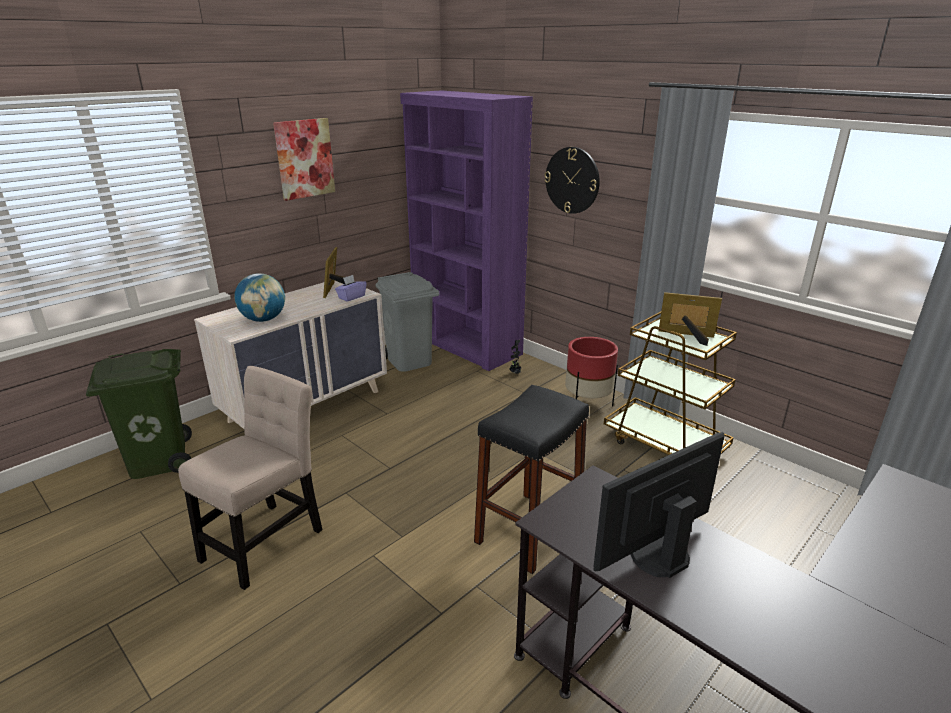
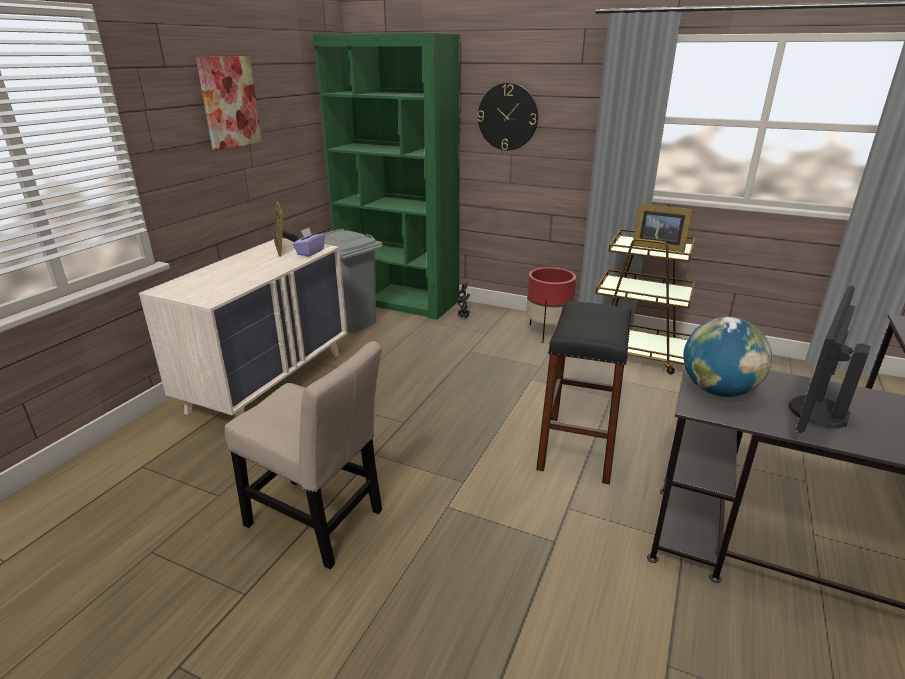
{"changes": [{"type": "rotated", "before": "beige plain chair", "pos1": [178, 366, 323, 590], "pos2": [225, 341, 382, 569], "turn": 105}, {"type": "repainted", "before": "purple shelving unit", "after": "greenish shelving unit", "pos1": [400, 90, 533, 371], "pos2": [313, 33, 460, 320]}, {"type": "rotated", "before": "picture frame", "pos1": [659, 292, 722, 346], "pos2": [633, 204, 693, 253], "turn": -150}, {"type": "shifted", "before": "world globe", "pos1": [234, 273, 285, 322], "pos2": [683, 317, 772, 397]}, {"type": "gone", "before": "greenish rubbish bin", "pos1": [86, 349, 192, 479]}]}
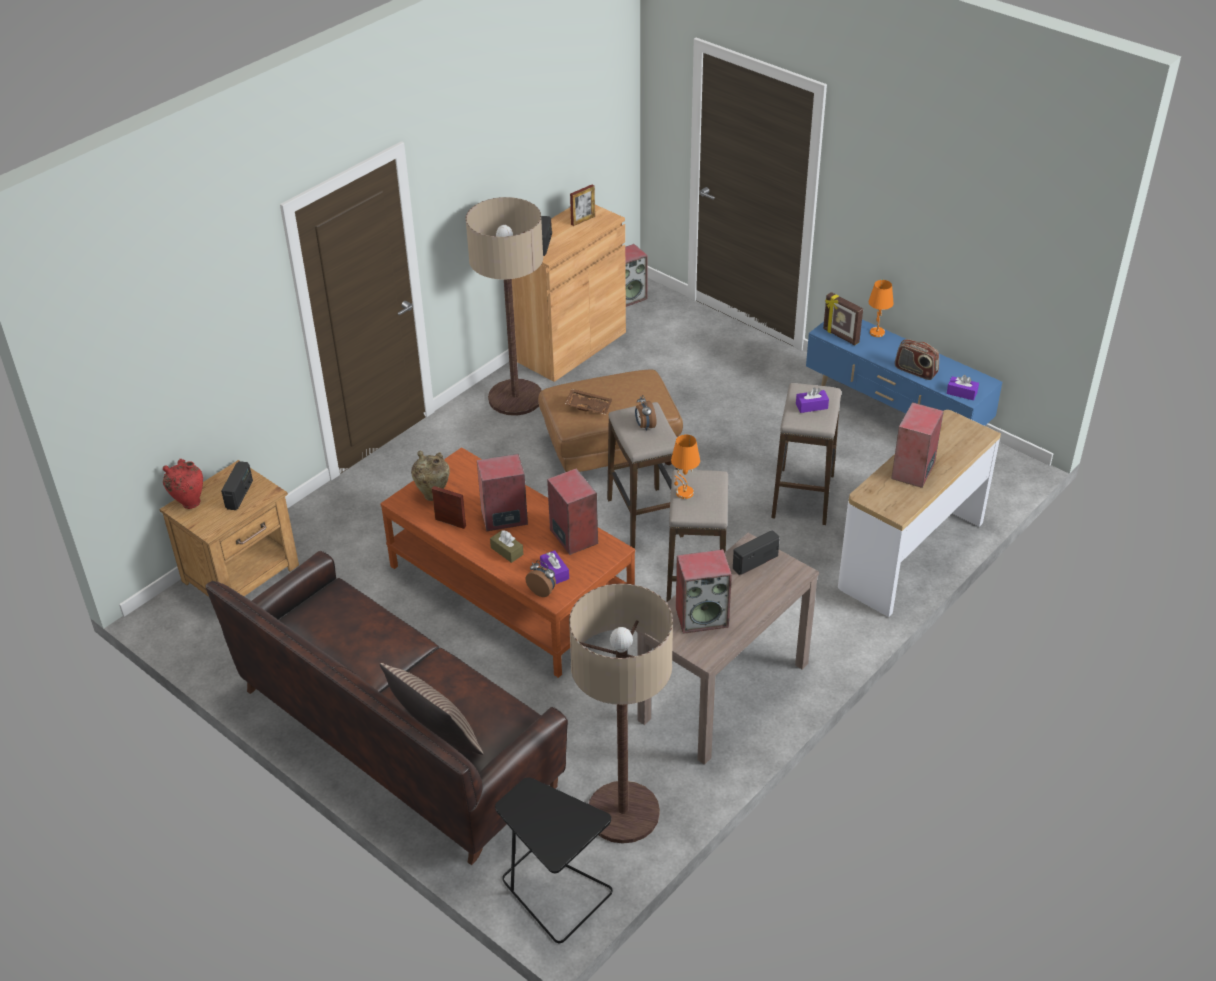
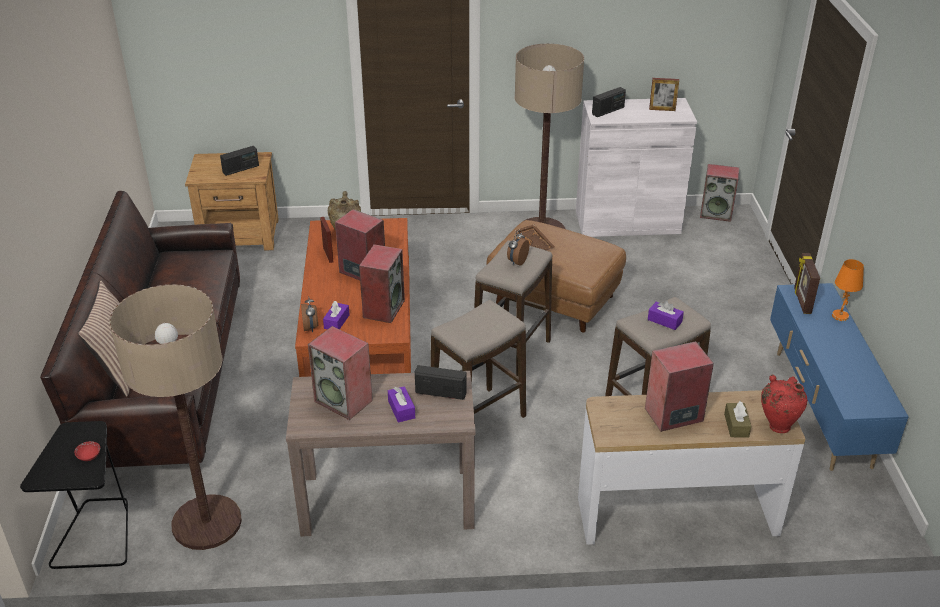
{"changes": [{"type": "new", "after": "reddish deep dish", "pos2": [75, 441, 100, 461]}, {"type": "shifted", "before": "purple tissue box", "pos1": [947, 375, 979, 401], "pos2": [388, 386, 415, 423]}, {"type": "repainted", "before": "brown storage cabinet", "after": "whitish storage cabinet", "pos1": [512, 205, 626, 382], "pos2": [576, 98, 697, 237]}, {"type": "shifted", "before": "brown tissue box", "pos1": [490, 530, 523, 563], "pos2": [724, 401, 751, 438]}, {"type": "shifted", "before": "reddish decorative vase", "pos1": [163, 459, 203, 509], "pos2": [761, 375, 808, 433]}, {"type": "gone", "before": "orange-coloured table lamp", "pos1": [671, 435, 700, 499]}, {"type": "gone", "before": "radio", "pos1": [895, 339, 939, 380]}]}
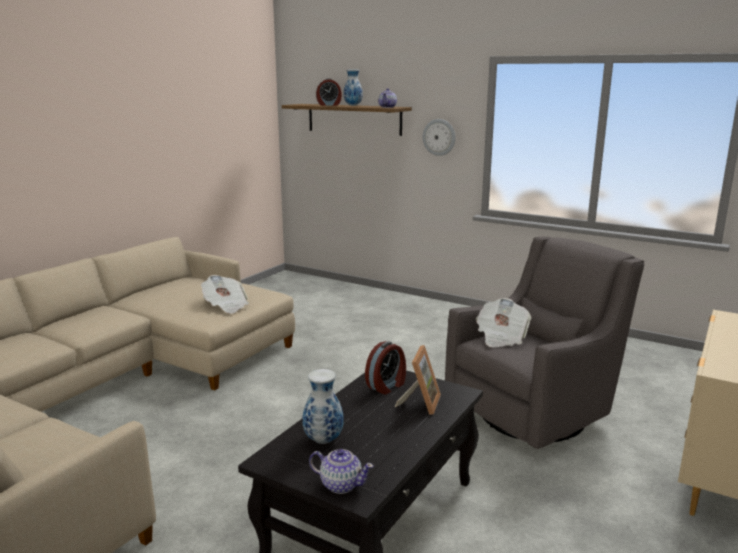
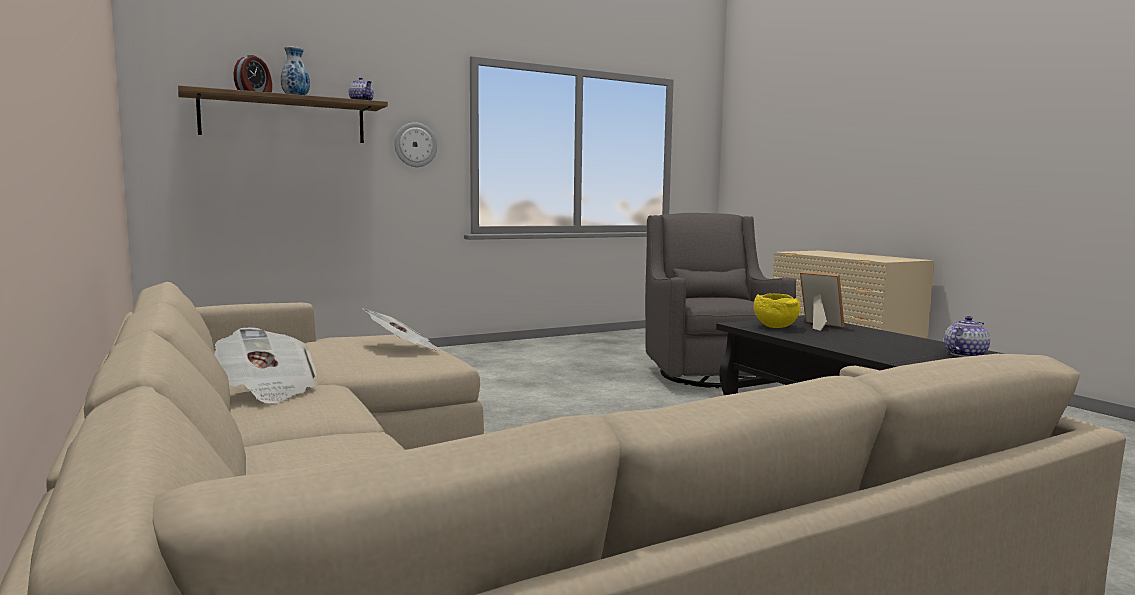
{"changes": [{"type": "shifted", "before": "printed paper", "pos1": [476, 298, 531, 348], "pos2": [214, 327, 318, 404]}, {"type": "swapped", "before": "bedside clock", "after": "yellowish deep dish", "pos1": [365, 341, 406, 395], "pos2": [754, 293, 800, 328]}, {"type": "gone", "before": "decorative vase", "pos1": [303, 369, 344, 444]}]}
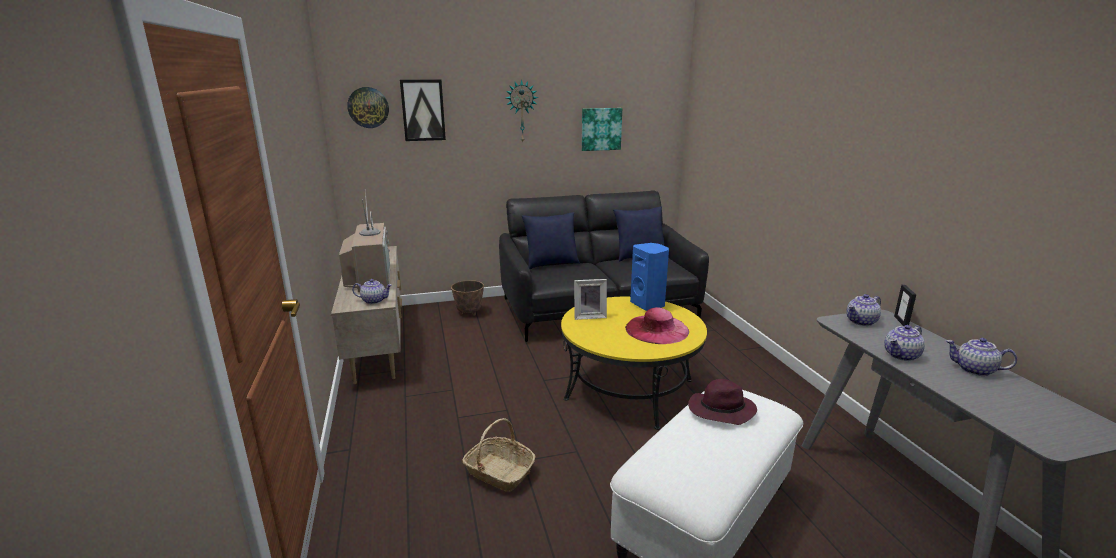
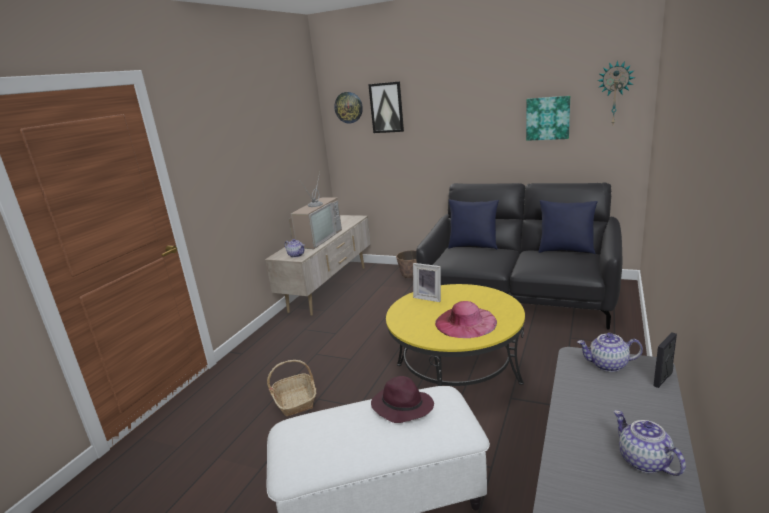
{"changes": [{"type": "shifted", "before": "wall clock", "pos1": [506, 80, 538, 142], "pos2": [598, 60, 635, 124]}, {"type": "gone", "before": "blue speaker", "pos1": [630, 243, 669, 311]}, {"type": "gone", "before": "tea pot", "pos1": [884, 325, 925, 361]}]}
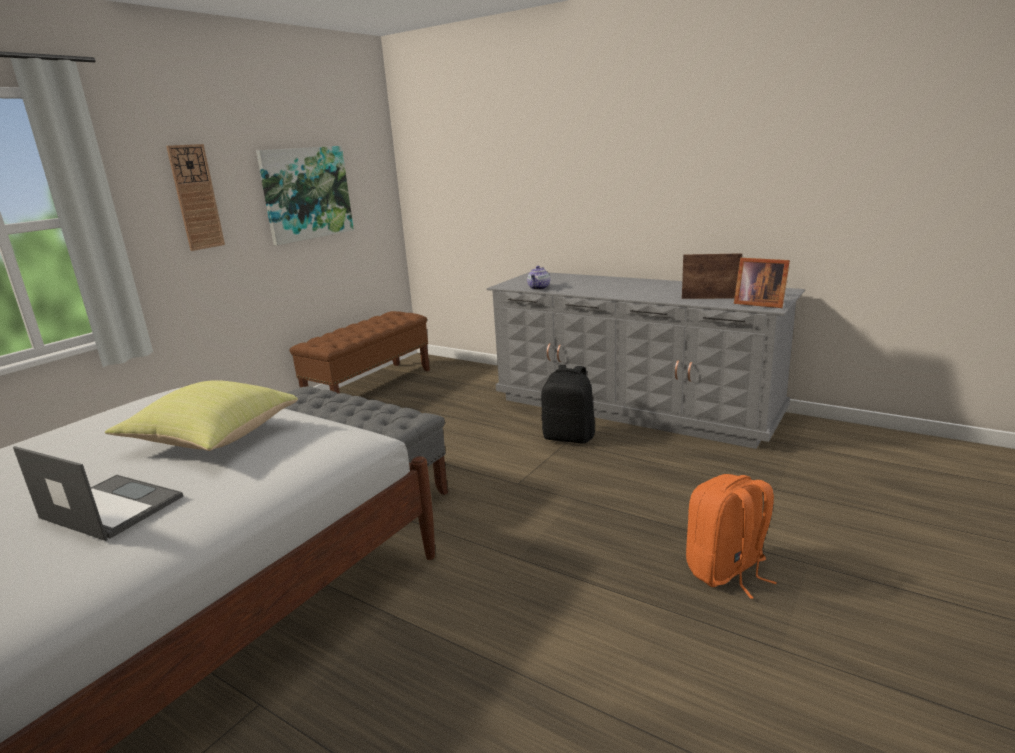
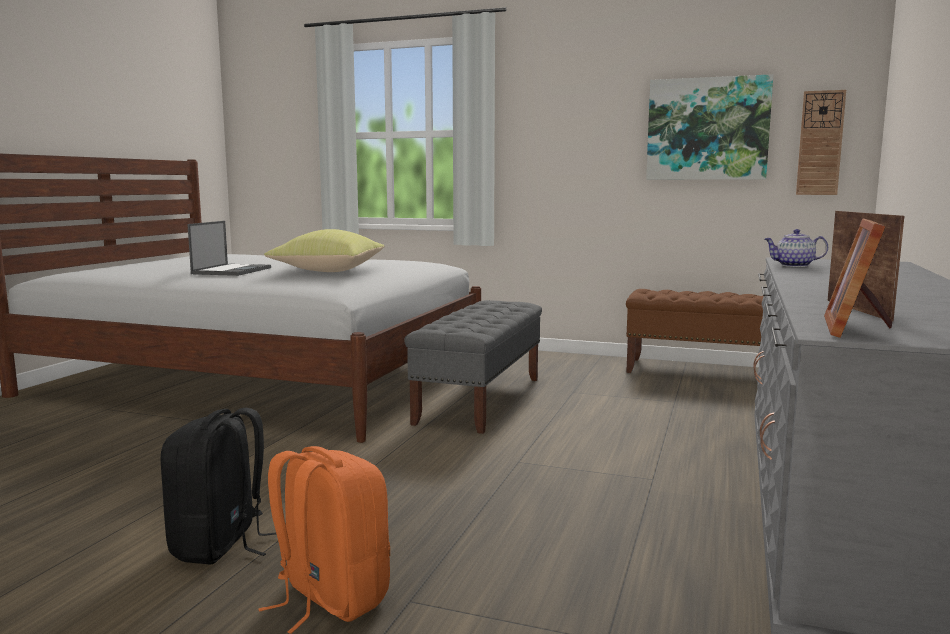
{"changes": [{"type": "shifted", "before": "blackish rucksack", "pos1": [541, 365, 595, 444], "pos2": [160, 408, 276, 565]}, {"type": "shifted", "before": "wall clock", "pos1": [166, 144, 225, 251], "pos2": [796, 90, 846, 195]}]}
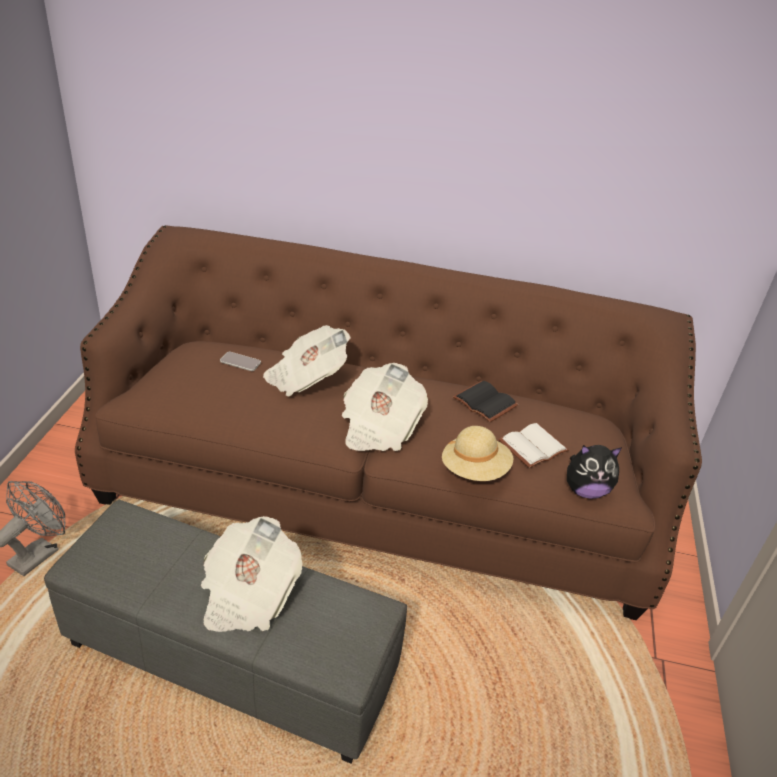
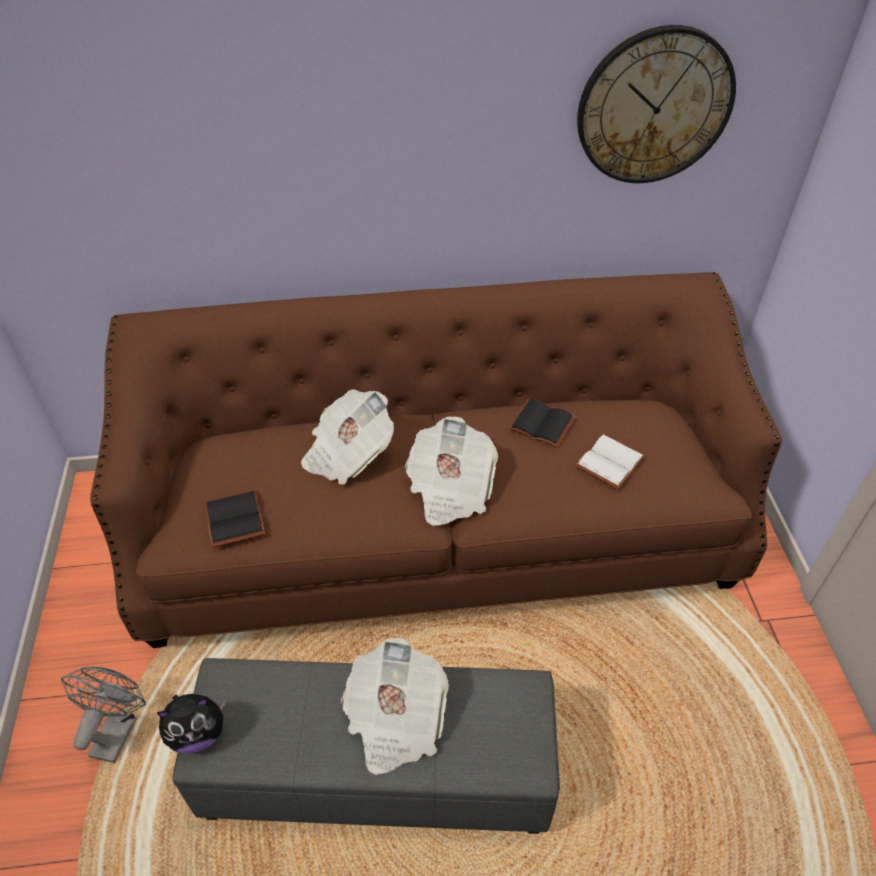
{"changes": [{"type": "shifted", "before": "plush toy", "pos1": [567, 445, 622, 499], "pos2": [157, 694, 226, 754]}, {"type": "new", "after": "blackish bound book", "pos2": [205, 490, 265, 547]}, {"type": "new", "after": "wall clock", "pos2": [577, 25, 736, 183]}, {"type": "gone", "before": "telephone", "pos1": [220, 352, 261, 371]}, {"type": "gone", "before": "beige wearable hat", "pos1": [442, 426, 513, 481]}]}
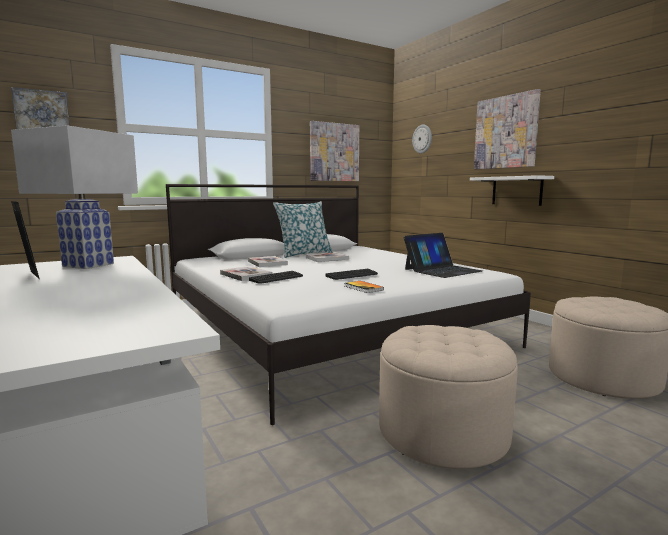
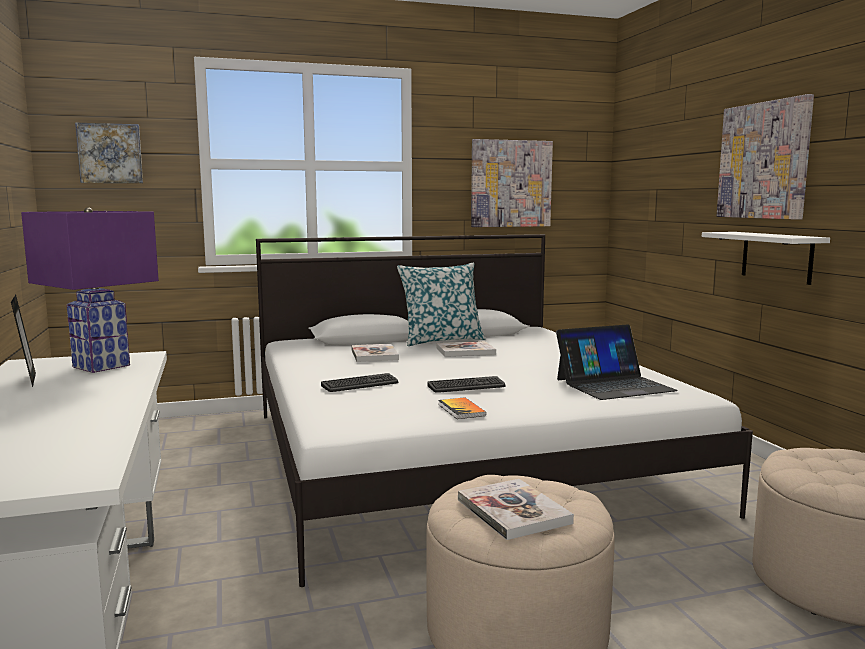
{"changes": [{"type": "repainted", "before": "whitish table lamp", "after": "purple table lamp", "pos1": [11, 125, 138, 269], "pos2": [21, 207, 159, 373]}, {"type": "shifted", "before": "bound book", "pos1": [220, 266, 273, 281], "pos2": [458, 479, 574, 540]}, {"type": "gone", "before": "wall clock", "pos1": [412, 124, 432, 153]}]}
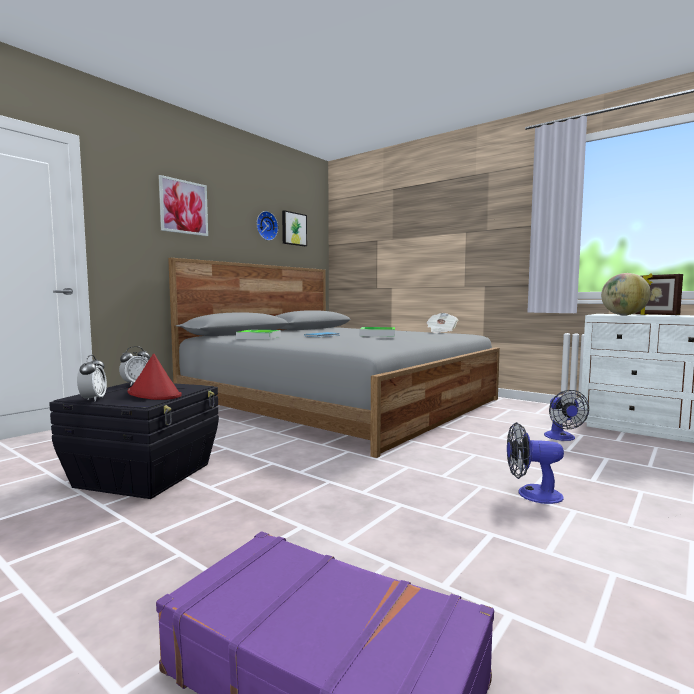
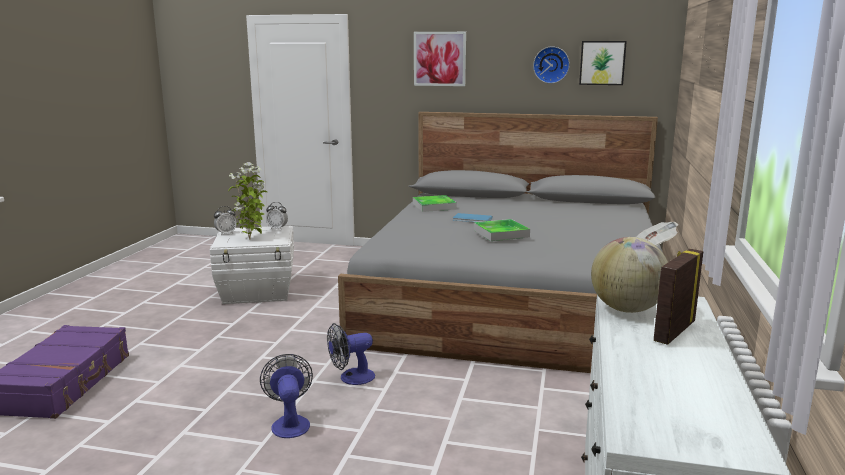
{"changes": [{"type": "repainted", "before": "blackish storage box", "after": "whitish storage box", "pos1": [49, 382, 219, 499], "pos2": [210, 226, 294, 304]}, {"type": "swapped", "before": "reddish wearable hat", "after": "houseplant", "pos1": [127, 354, 182, 400], "pos2": [229, 162, 267, 239]}, {"type": "shifted", "before": "electric fan", "pos1": [544, 390, 589, 441], "pos2": [327, 323, 375, 385]}]}
